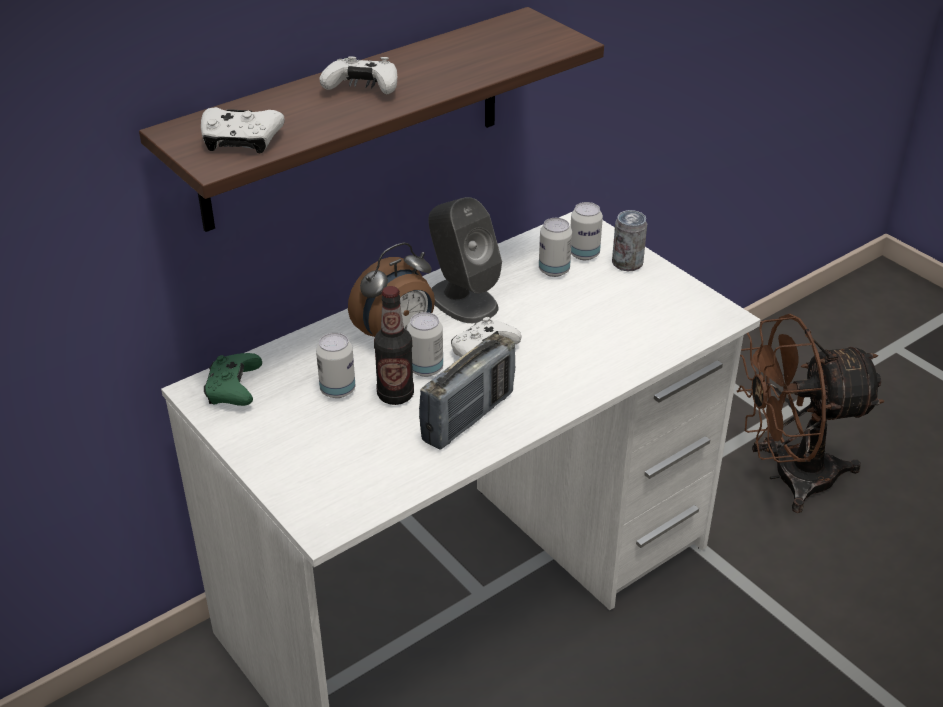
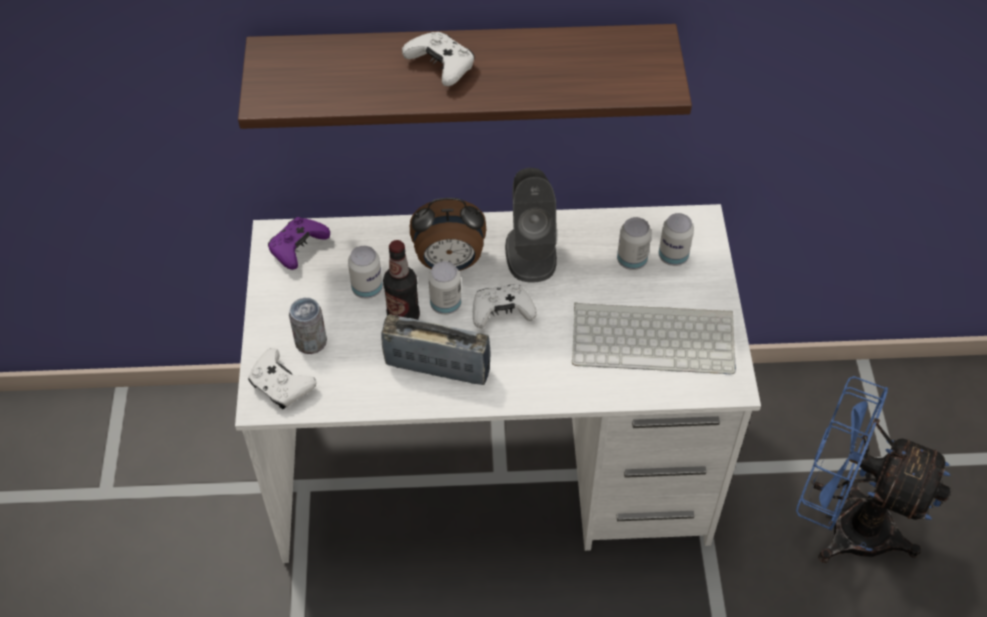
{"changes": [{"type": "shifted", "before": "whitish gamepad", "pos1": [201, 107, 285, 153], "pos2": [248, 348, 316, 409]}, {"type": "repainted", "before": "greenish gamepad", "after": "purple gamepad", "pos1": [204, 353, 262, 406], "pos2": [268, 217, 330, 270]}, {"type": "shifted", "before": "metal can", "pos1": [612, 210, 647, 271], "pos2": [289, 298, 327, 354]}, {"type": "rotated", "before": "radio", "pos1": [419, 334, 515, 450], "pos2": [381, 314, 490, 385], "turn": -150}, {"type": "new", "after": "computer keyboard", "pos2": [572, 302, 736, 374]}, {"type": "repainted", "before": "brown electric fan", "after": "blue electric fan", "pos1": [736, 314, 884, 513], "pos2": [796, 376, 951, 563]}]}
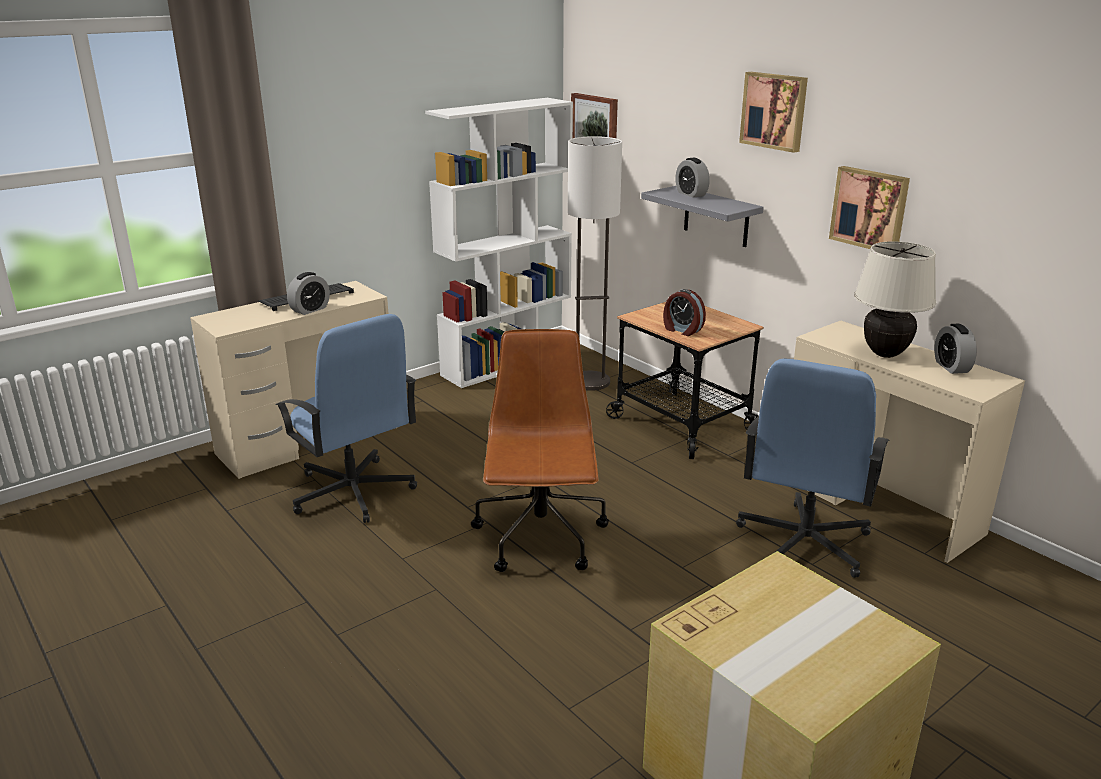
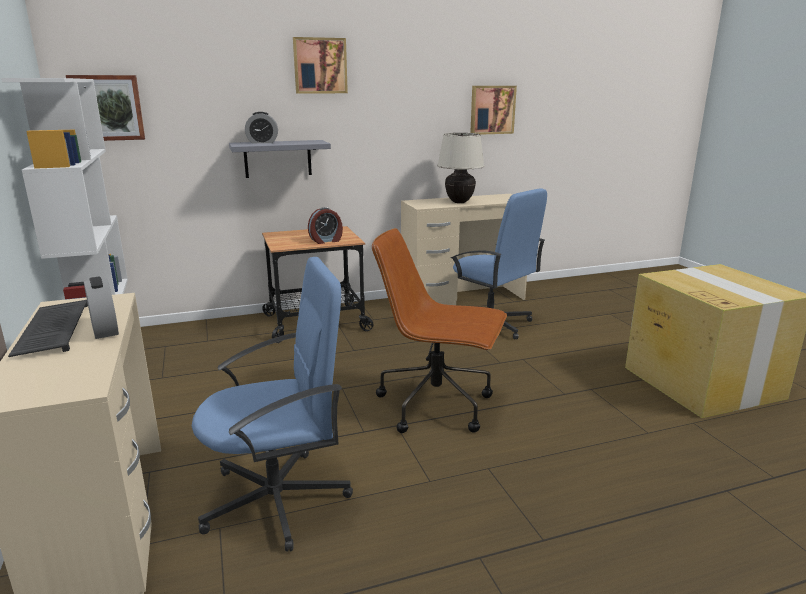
{"changes": [{"type": "shifted", "before": "picture", "pos1": [829, 166, 910, 249], "pos2": [470, 86, 517, 135]}, {"type": "gone", "before": "standard lamp", "pos1": [568, 136, 622, 391]}, {"type": "gone", "before": "bedside clock", "pos1": [934, 324, 977, 374]}]}
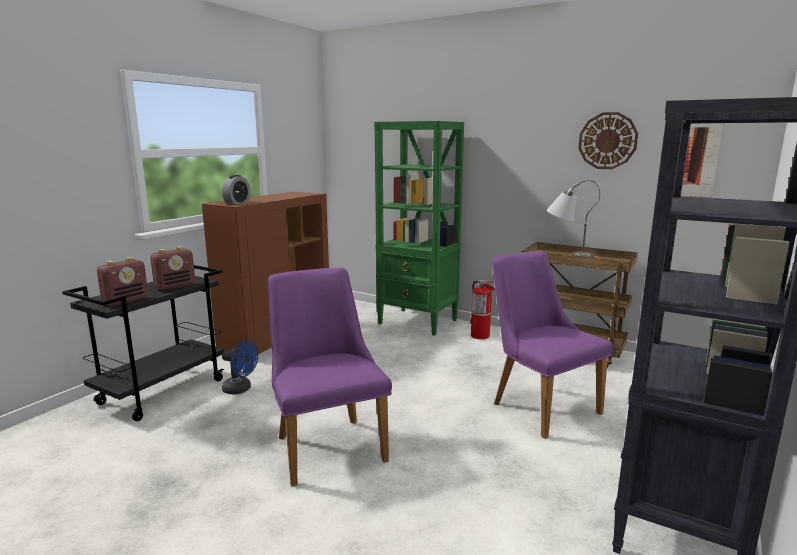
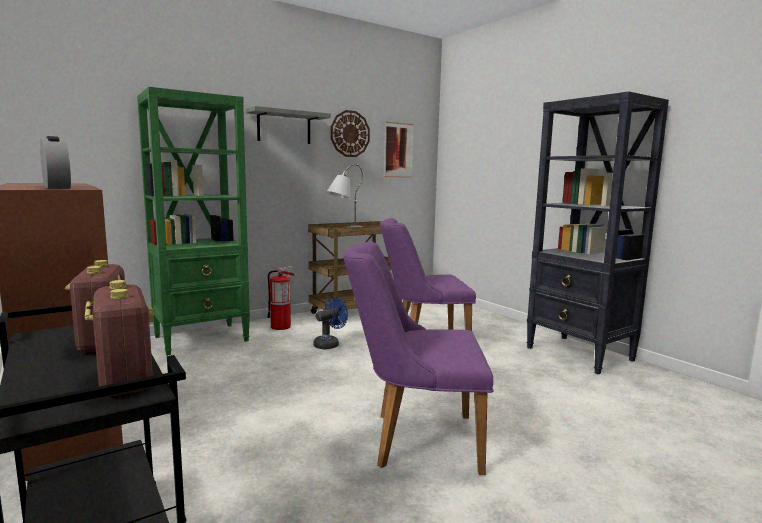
{"changes": [{"type": "new", "after": "grey wall shelf", "pos2": [246, 106, 331, 144]}, {"type": "shifted", "before": "blue electric fan", "pos1": [222, 340, 258, 395], "pos2": [313, 297, 348, 350]}]}
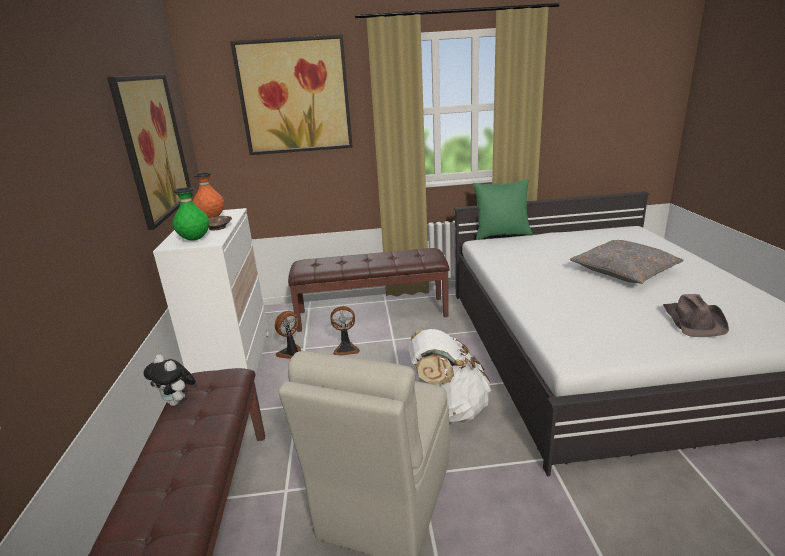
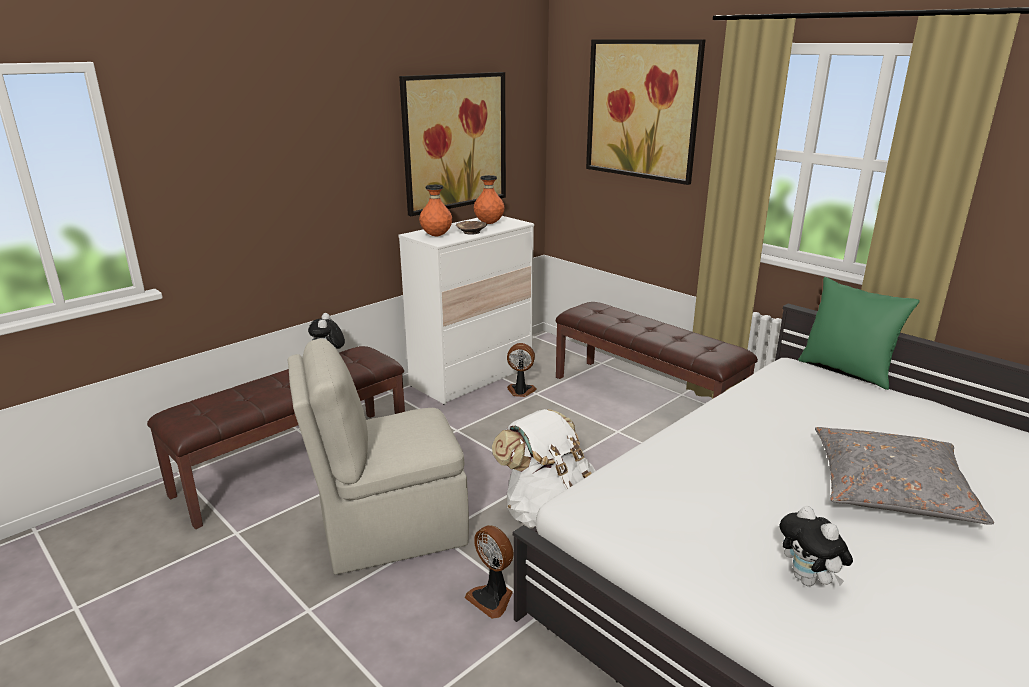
{"changes": [{"type": "repainted", "before": "greenish decorative vase", "after": "orange-coloured decorative vase", "pos1": [173, 187, 209, 241], "pos2": [419, 185, 452, 236]}, {"type": "shifted", "before": "electric fan", "pos1": [330, 306, 360, 356], "pos2": [465, 525, 514, 619]}, {"type": "swapped", "before": "brown wearable hat", "after": "plush toy", "pos1": [663, 294, 729, 337], "pos2": [780, 506, 853, 586]}]}
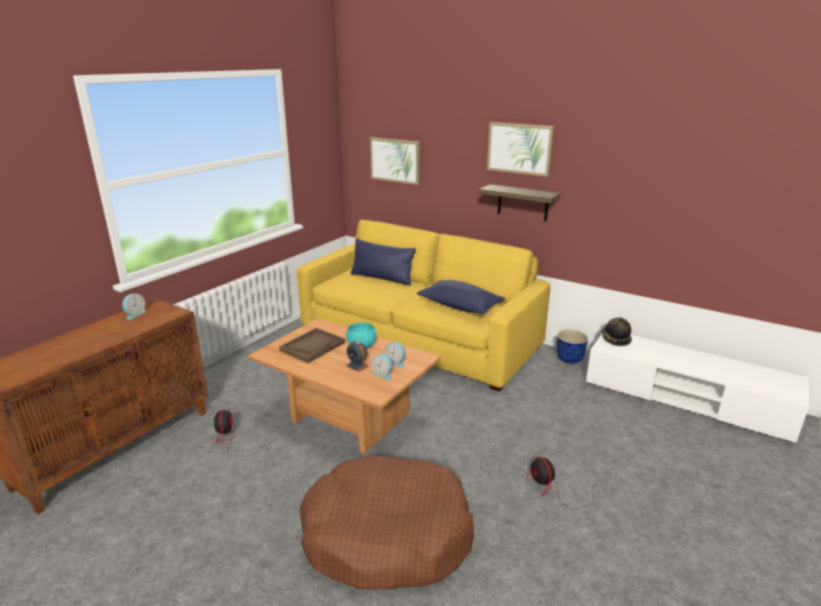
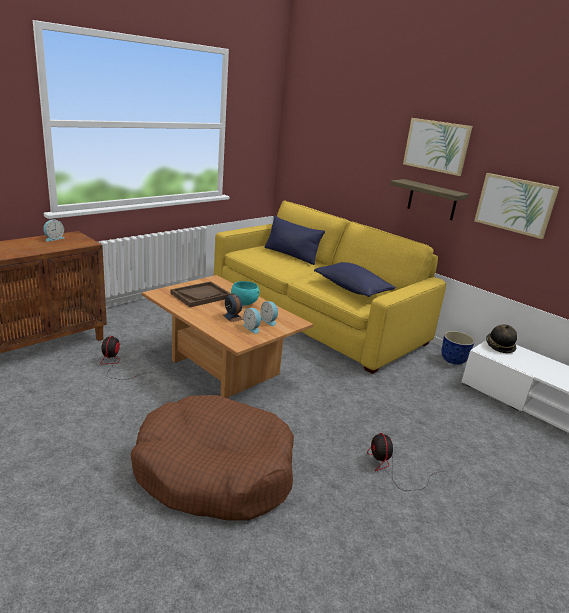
{"changes": [{"type": "shifted", "before": "picture", "pos1": [370, 137, 420, 185], "pos2": [474, 173, 559, 239]}]}
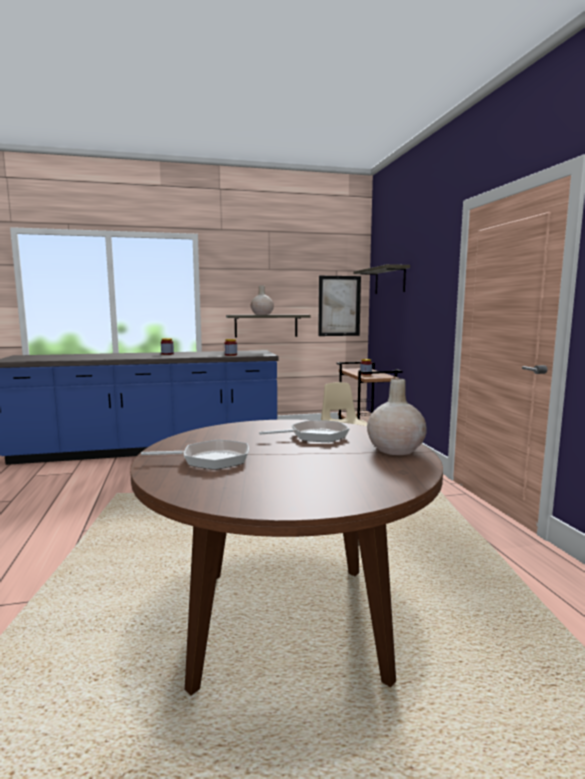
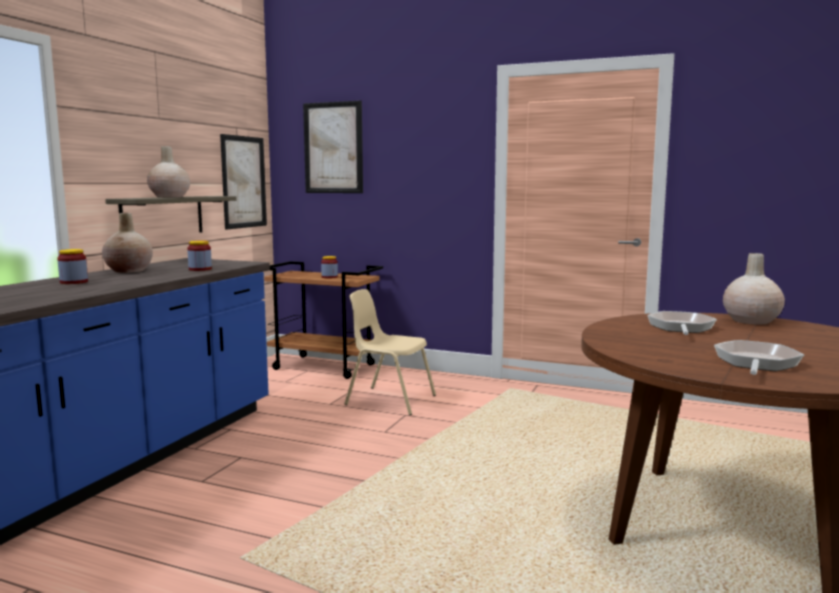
{"changes": [{"type": "new", "after": "beige decorative vase", "pos2": [102, 213, 153, 273]}, {"type": "swapped", "before": "wall shelf", "after": "picture", "pos1": [354, 264, 410, 294], "pos2": [303, 101, 363, 193]}]}
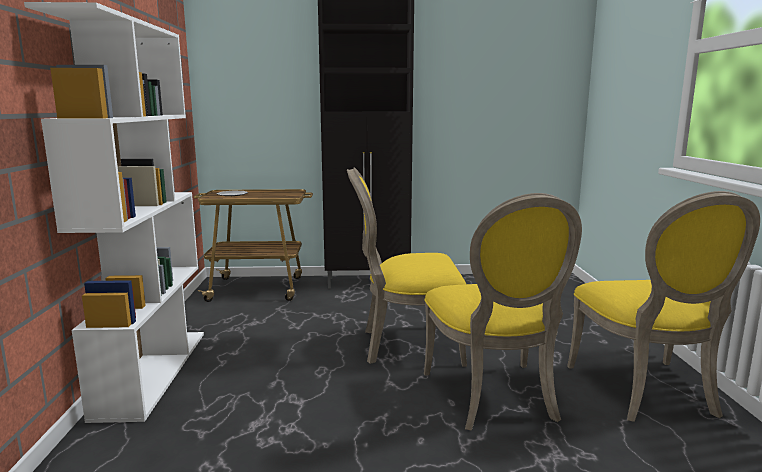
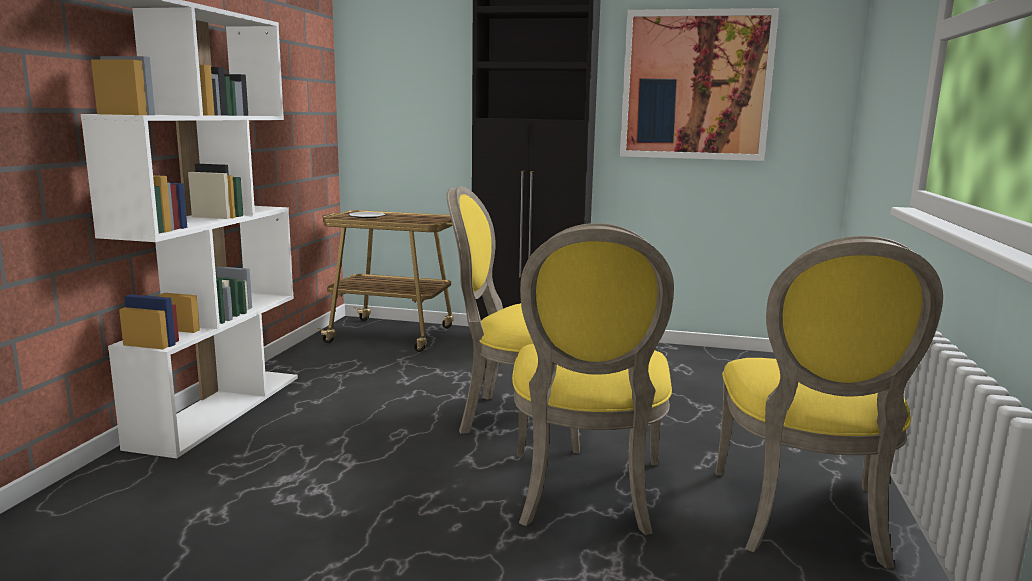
{"changes": [{"type": "new", "after": "picture", "pos2": [620, 8, 779, 161]}]}
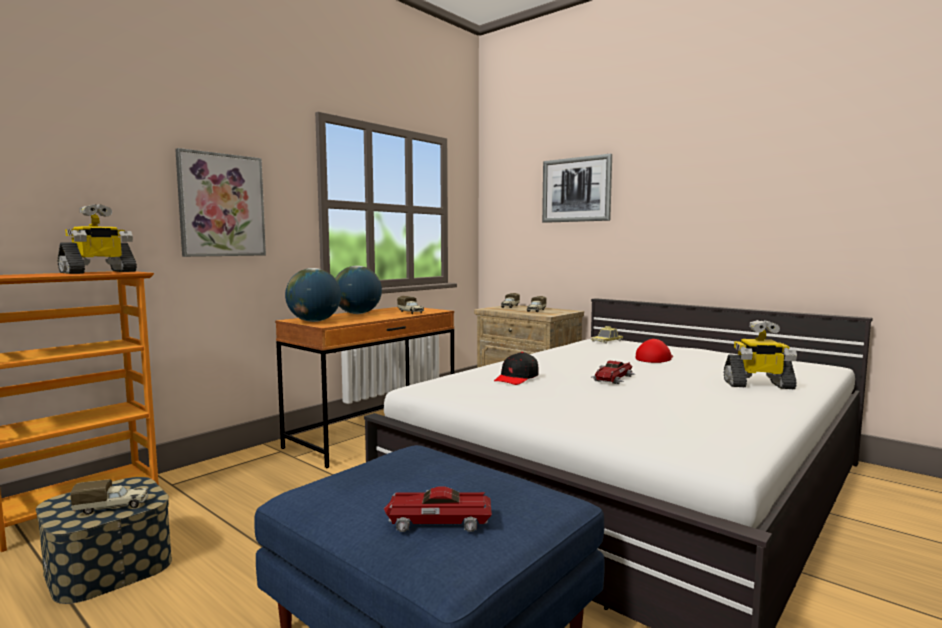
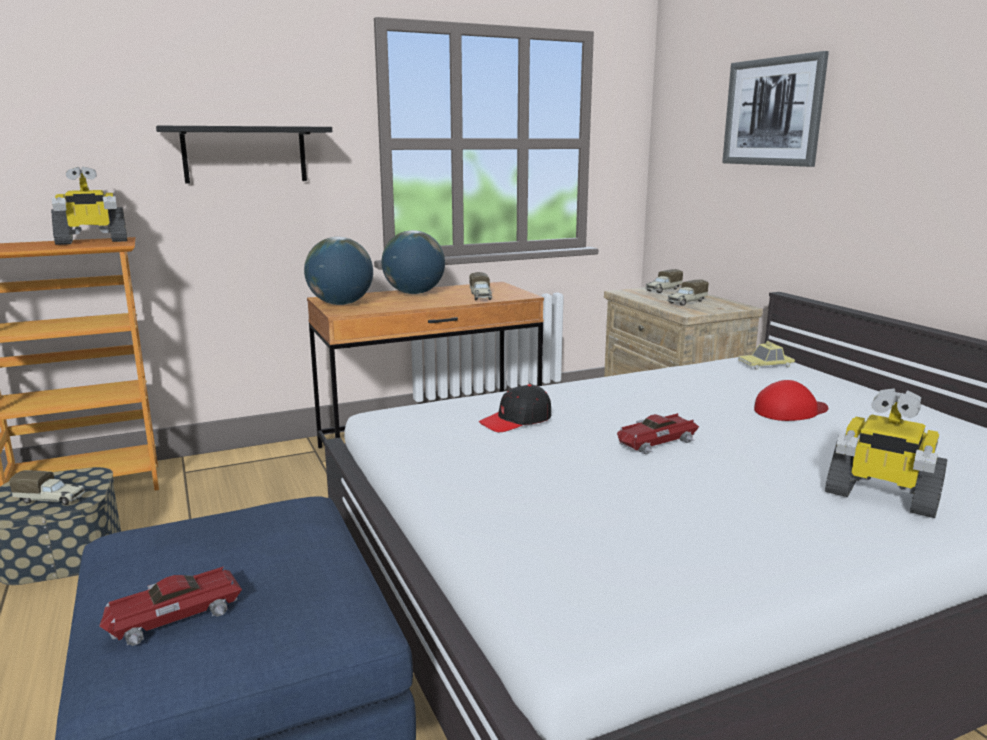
{"changes": [{"type": "rotated", "before": "toy car", "pos1": [384, 486, 492, 532], "pos2": [99, 566, 242, 646], "turn": -60}, {"type": "swapped", "before": "picture", "after": "blackish wall shelf", "pos1": [175, 148, 266, 257], "pos2": [156, 126, 332, 184]}]}
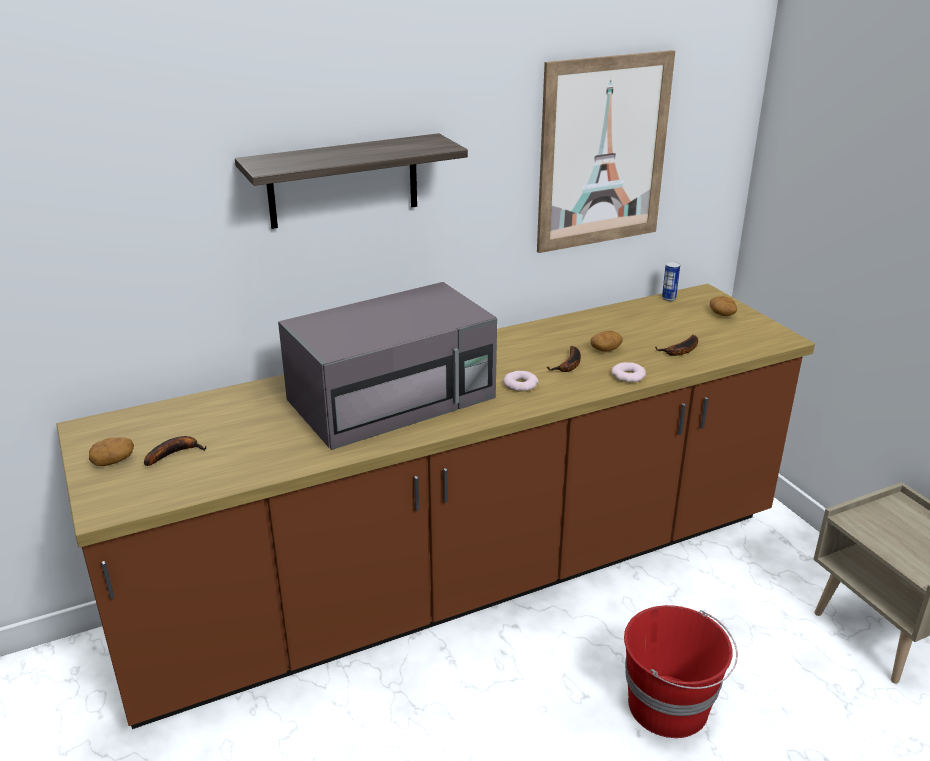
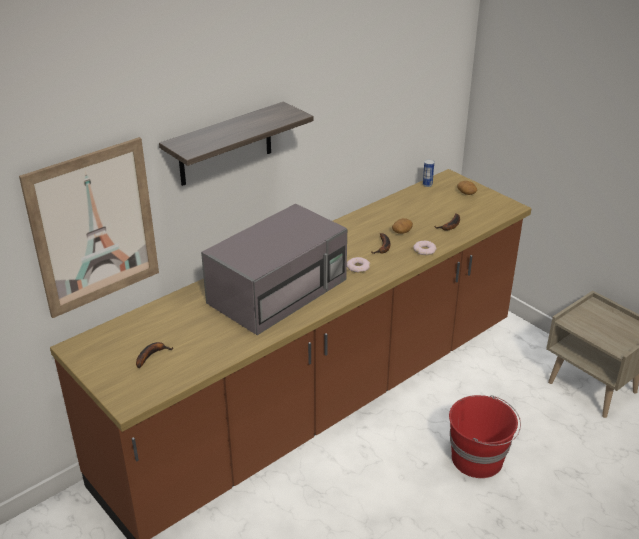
{"changes": [{"type": "shifted", "before": "picture", "pos1": [537, 50, 675, 253], "pos2": [19, 137, 159, 318]}, {"type": "gone", "before": "spud", "pos1": [89, 438, 134, 466]}]}
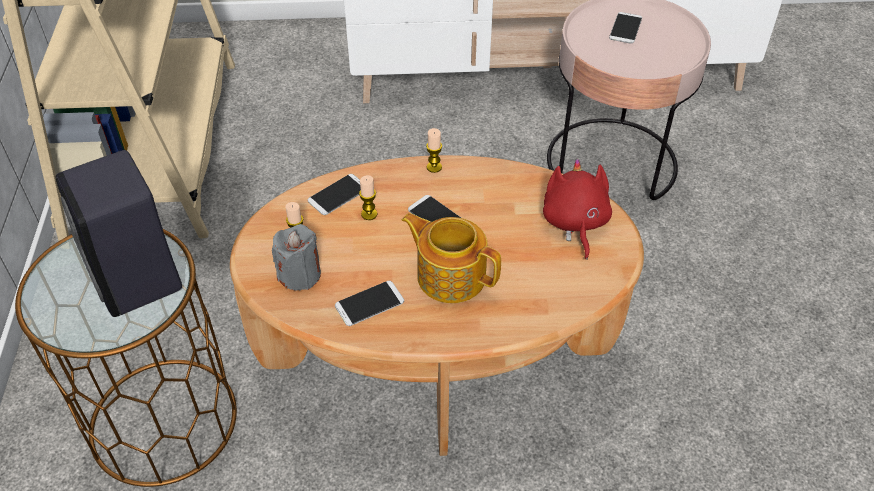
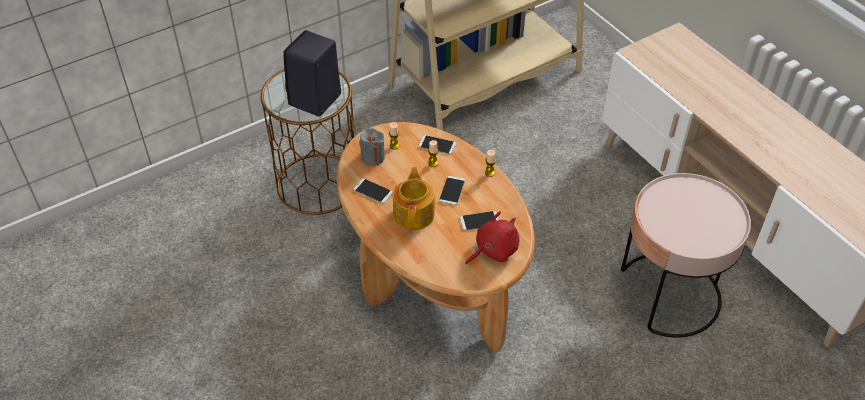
{"changes": [{"type": "shifted", "before": "telephone", "pos1": [609, 12, 642, 44], "pos2": [460, 211, 499, 231]}]}
